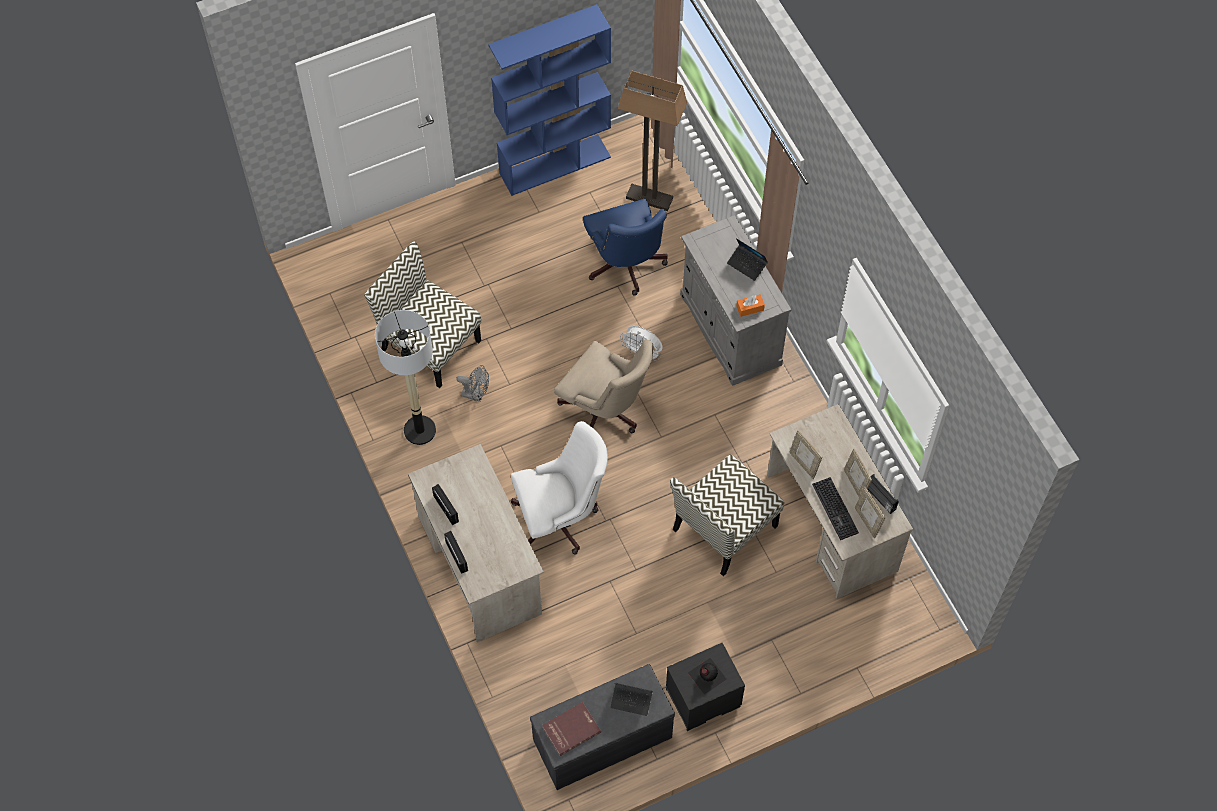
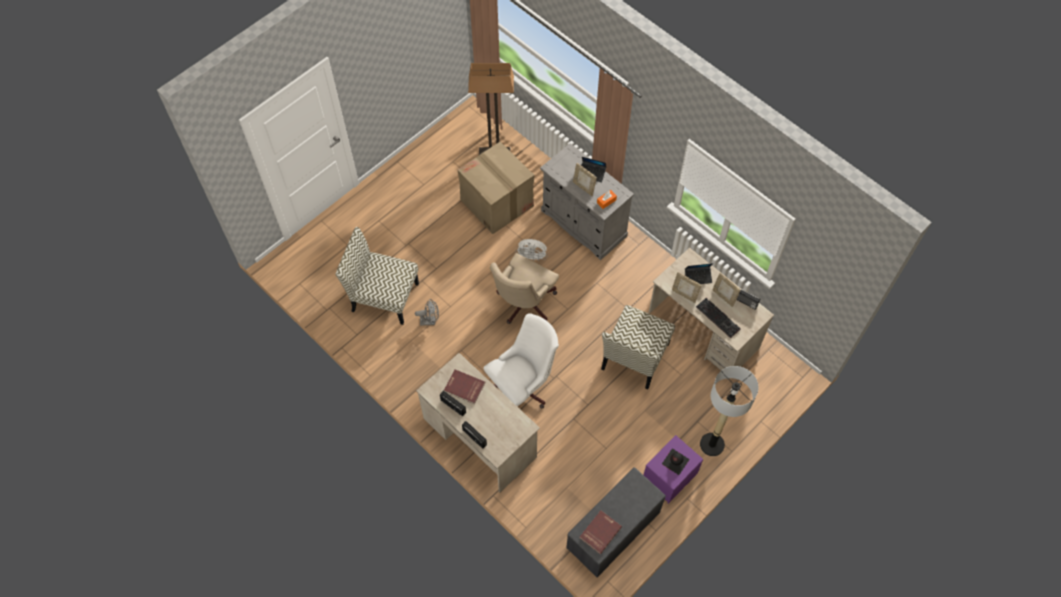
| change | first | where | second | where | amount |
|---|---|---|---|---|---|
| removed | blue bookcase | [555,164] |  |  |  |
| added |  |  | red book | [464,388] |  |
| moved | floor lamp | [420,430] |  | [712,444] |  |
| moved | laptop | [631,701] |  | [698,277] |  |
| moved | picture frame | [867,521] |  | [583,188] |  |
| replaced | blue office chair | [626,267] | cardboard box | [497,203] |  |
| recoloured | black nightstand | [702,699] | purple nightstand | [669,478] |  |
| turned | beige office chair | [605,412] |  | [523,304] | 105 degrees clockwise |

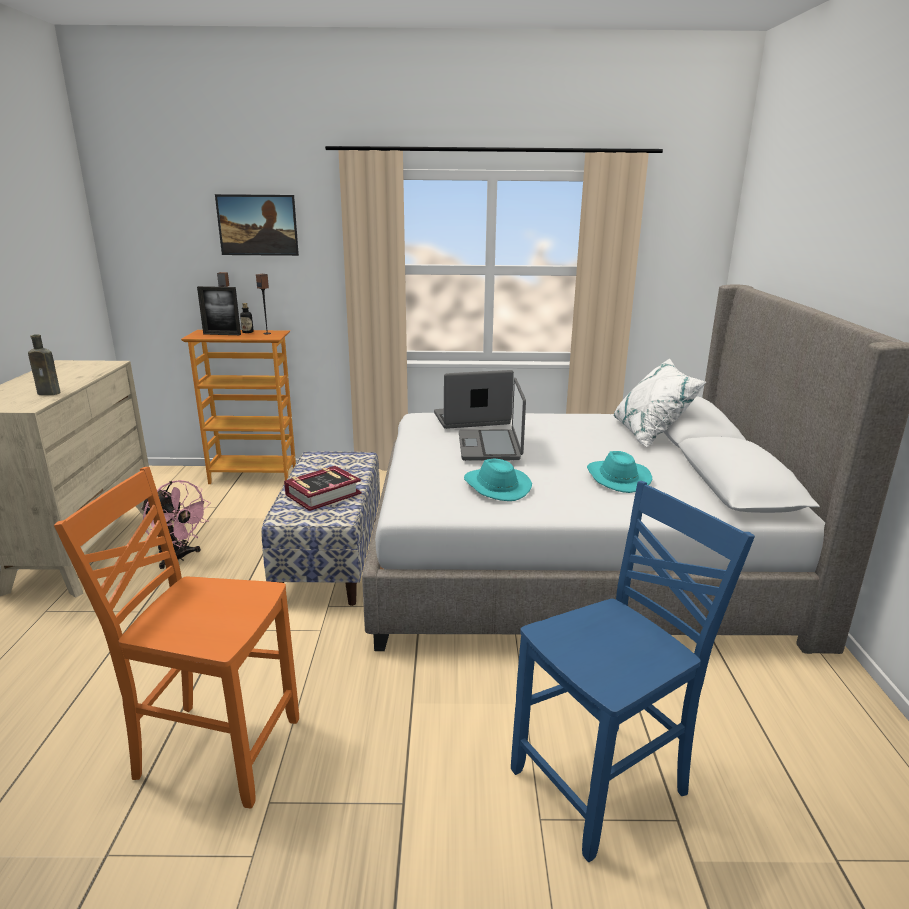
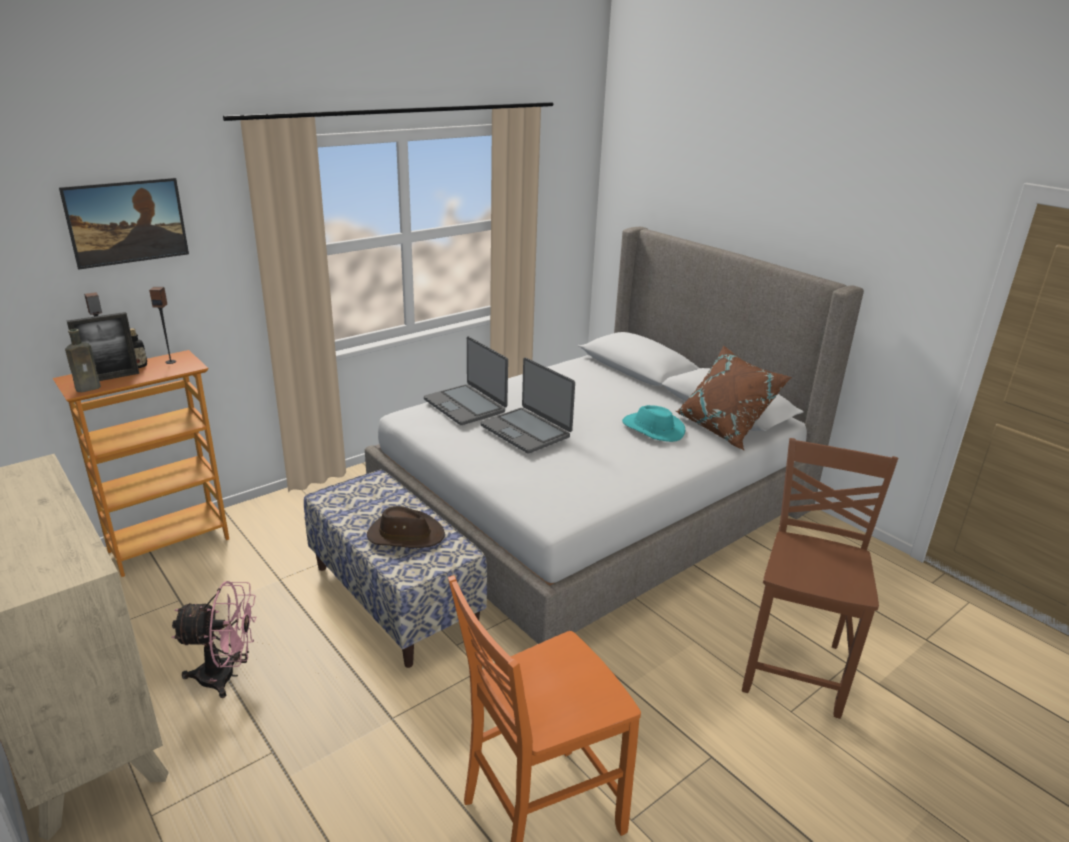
| change | first | where | second | where | amount |
|---|---|---|---|---|---|
| removed | turquoise hat | [495,486] |  |  |  |
| removed | white pillow | [651,434] |  |  |  |
| added |  |  | brown pillow | [725,429] |  |
| moved | brown bottle | [50,393] |  | [90,388] |  |
| replaced | book | [323,494] | brown hat | [405,535] |  |
| recoloured | blue chair | [604,784] | brown chair | [795,667] |  |
| turned | laptop | [472,419] |  | [465,405] | 75 degrees counterclockwise |

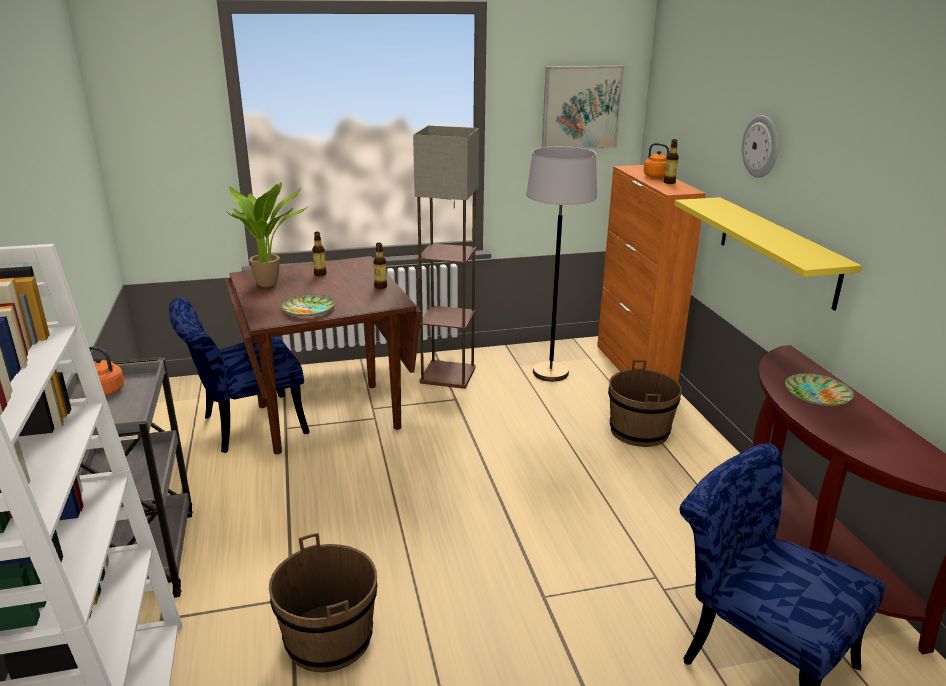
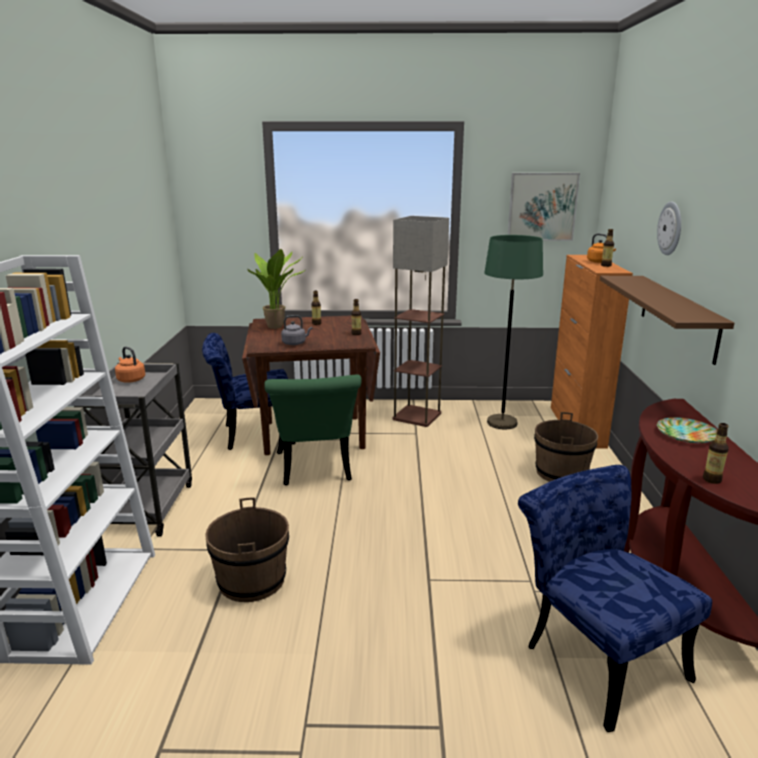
| change | first | where | second | where | amount |
|---|---|---|---|---|---|
| added |  |  | green chair | [315,470] |  |
| added |  |  | bottle | [712,480] |  |
| replaced | plate | [309,309] | grey kettle | [295,343] |  |
| recoloured | grey floor lamp | [550,373] | green floor lamp | [502,423] |  |
| recoloured | yellow shelf | [777,250] | brown shelf | [678,316] |  |

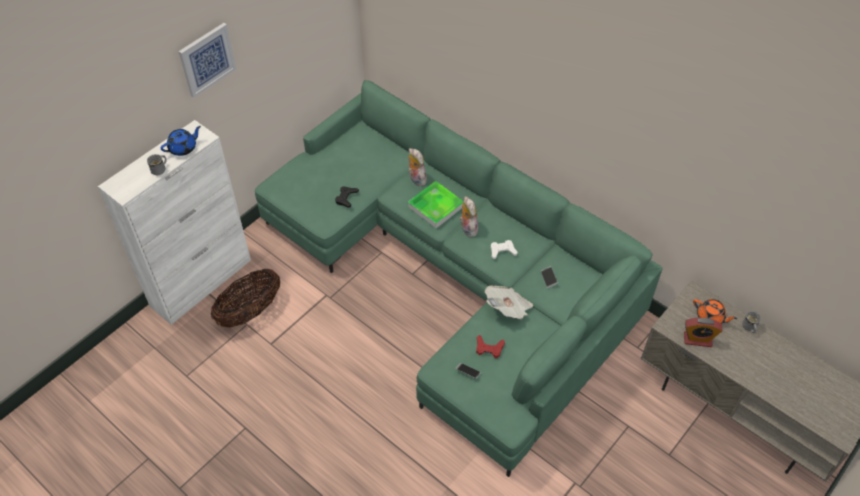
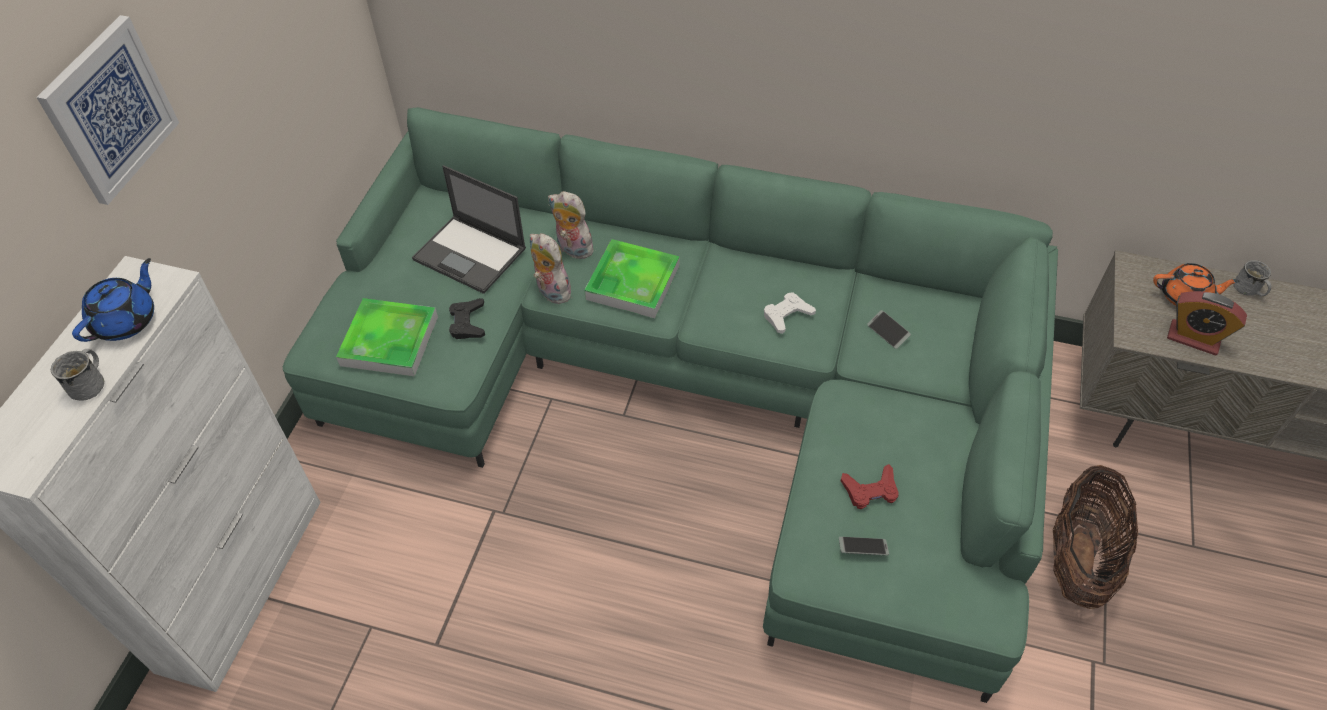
| change | first | where | second | where | amount |
|---|---|---|---|---|---|
| removed | newspaper | [508,309] |  |  |  |
| added |  |  | tray | [389,341] |  |
| added |  |  | laptop | [471,254] |  |
| moved | basket | [250,311] |  | [1078,558] |  |
| moved | plush toy | [467,228] |  | [550,291] |  |
| turned | alarm clock | [697,339] |  | [1193,338] | 45 degrees clockwise |

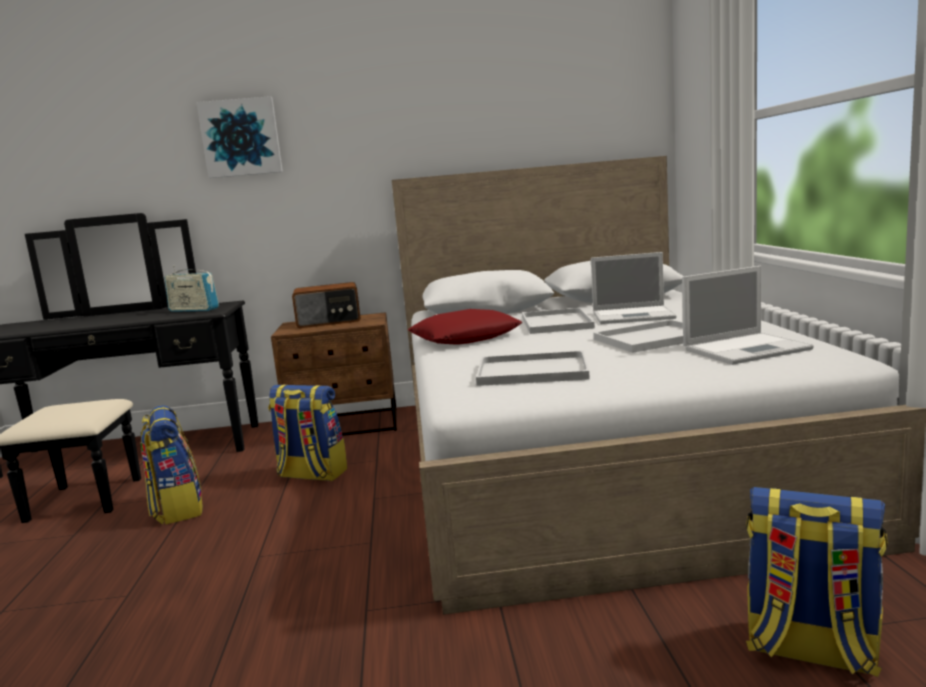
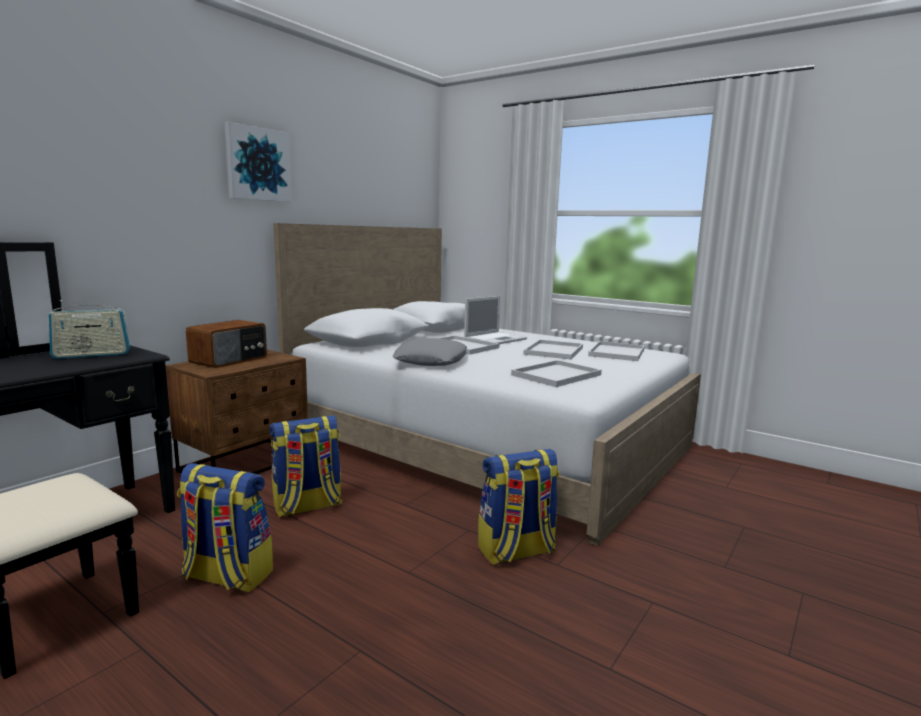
| change | first | where | second | where | amount |
|---|---|---|---|---|---|
| moved | picture | [241,137] |  | [258,164] |  |
| moved | backpack | [810,650] |  | [516,551] |  |
| replaced | laptop | [747,349] | white tray | [616,352] |  |
| recoloured | red pillow | [465,337] | grey pillow | [431,360] |  |

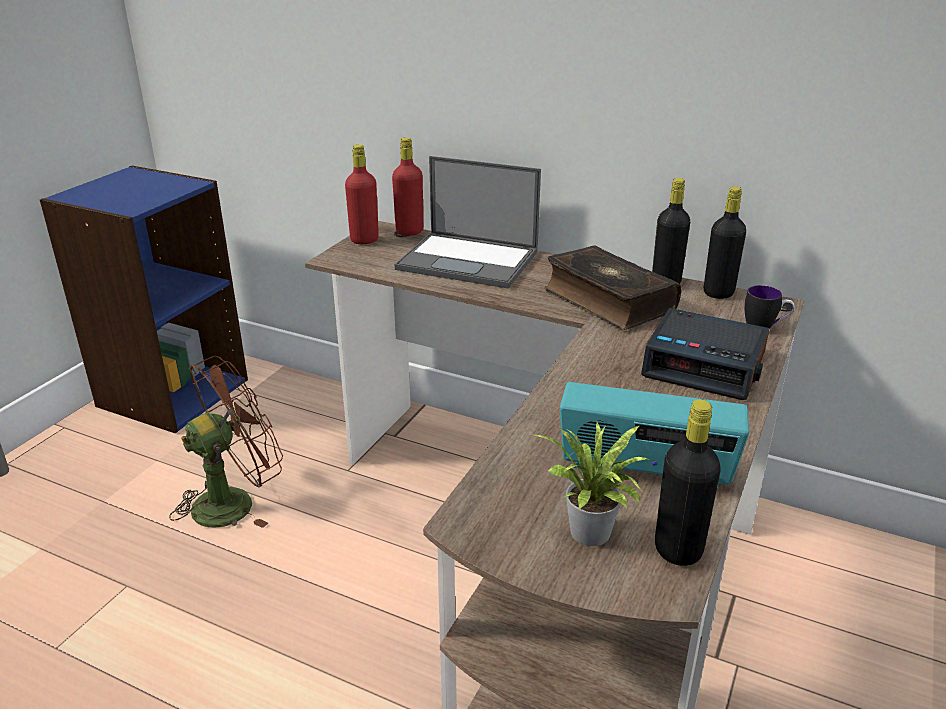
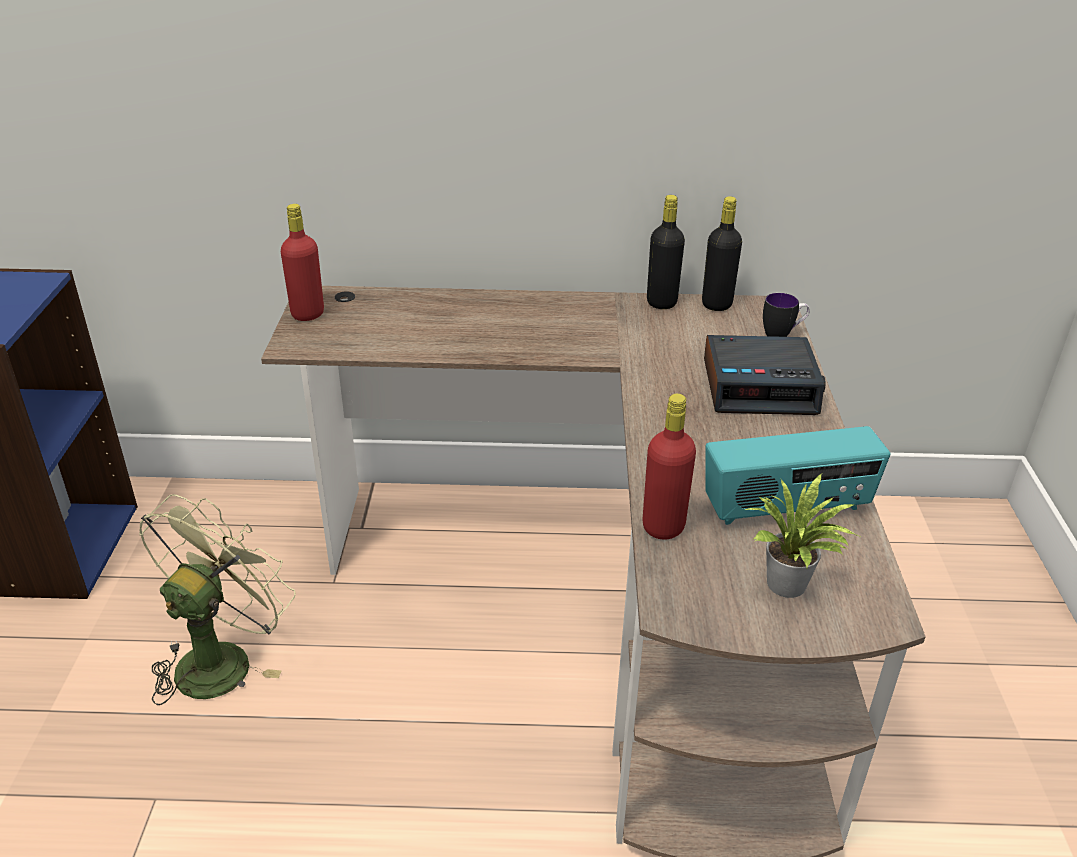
| change | first | where | second | where | amount |
|---|---|---|---|---|---|
| removed | laptop | [470,260] |  |  |  |
| removed | book | [607,301] |  |  |  |
| removed | black bottle | [678,549] |  |  |  |
| moved | red bottle | [409,231] |  | [663,526] |  |
| recoloured | brown fan | [234,501] | green fan | [222,658] |  |

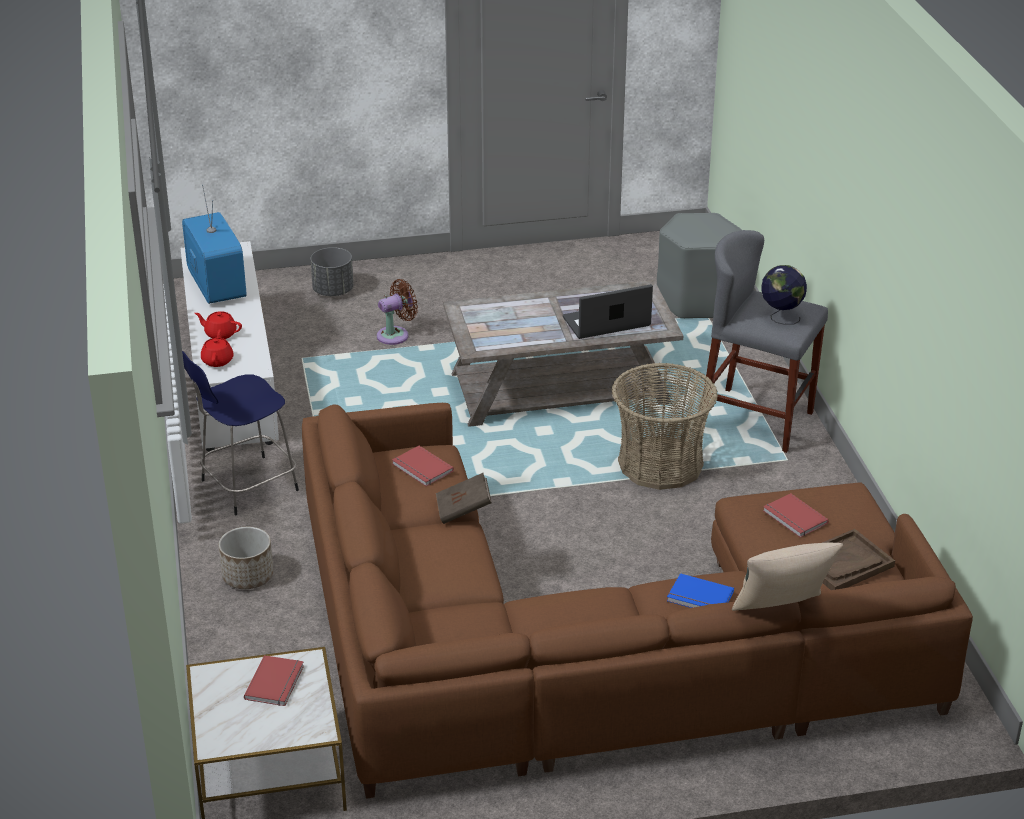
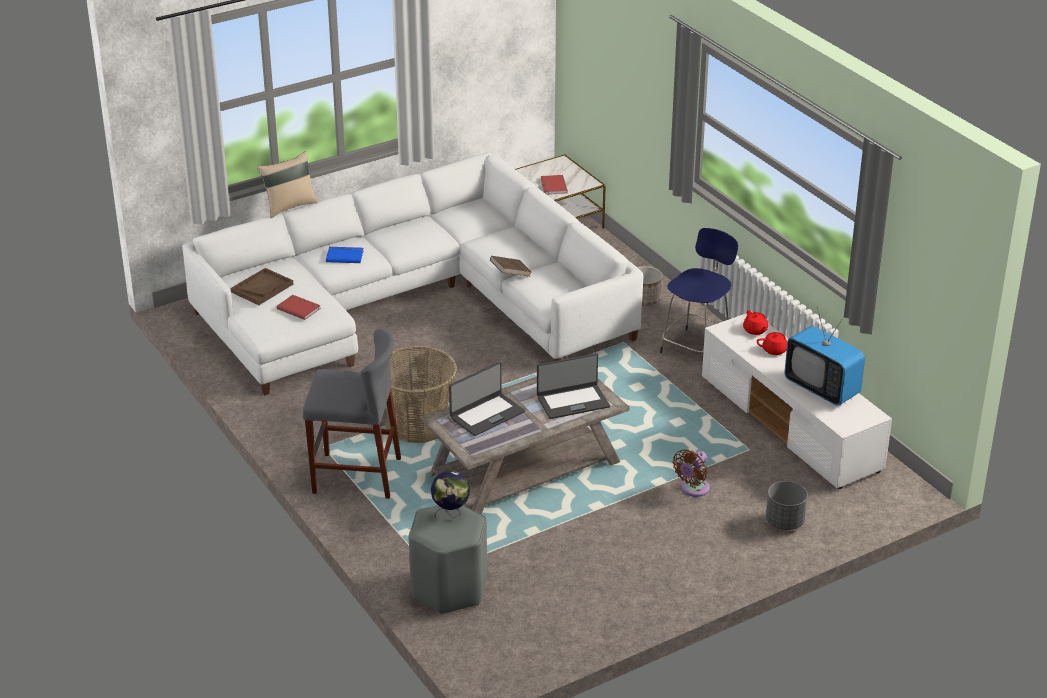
| change | first | where | second | where | amount |
|---|---|---|---|---|---|
| removed | red book | [421,468] |  |  |  |
| added |  |  | laptop | [572,401] |  |
| moved | globe | [781,317] |  | [451,514] |  |
| recoloured | brown sofa | [588,650] | white sofa | [414,303] |  |

